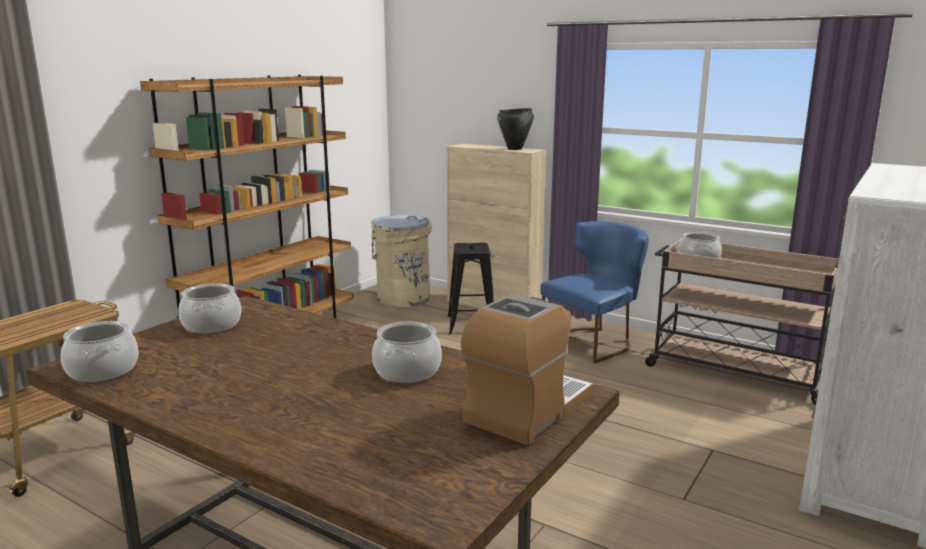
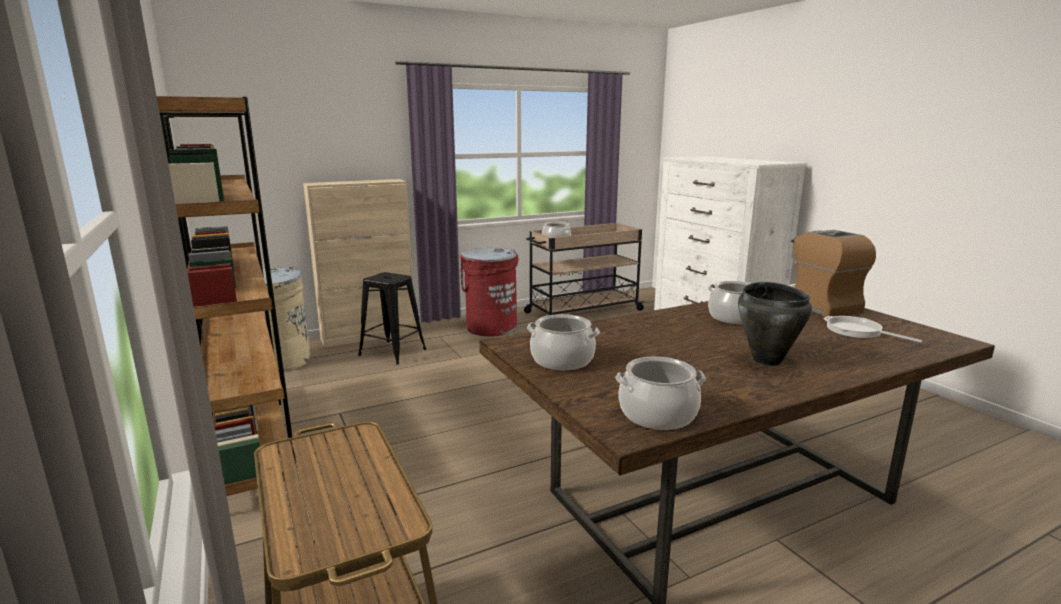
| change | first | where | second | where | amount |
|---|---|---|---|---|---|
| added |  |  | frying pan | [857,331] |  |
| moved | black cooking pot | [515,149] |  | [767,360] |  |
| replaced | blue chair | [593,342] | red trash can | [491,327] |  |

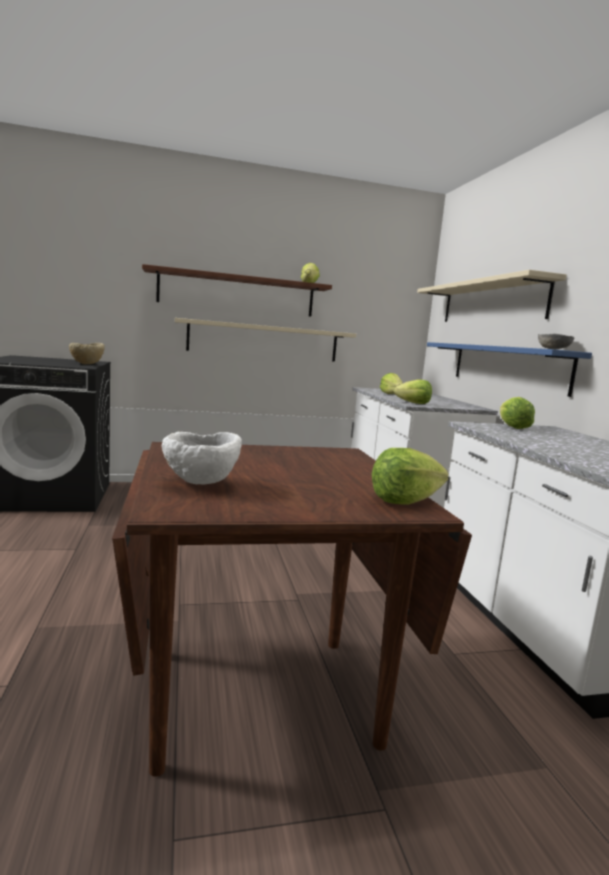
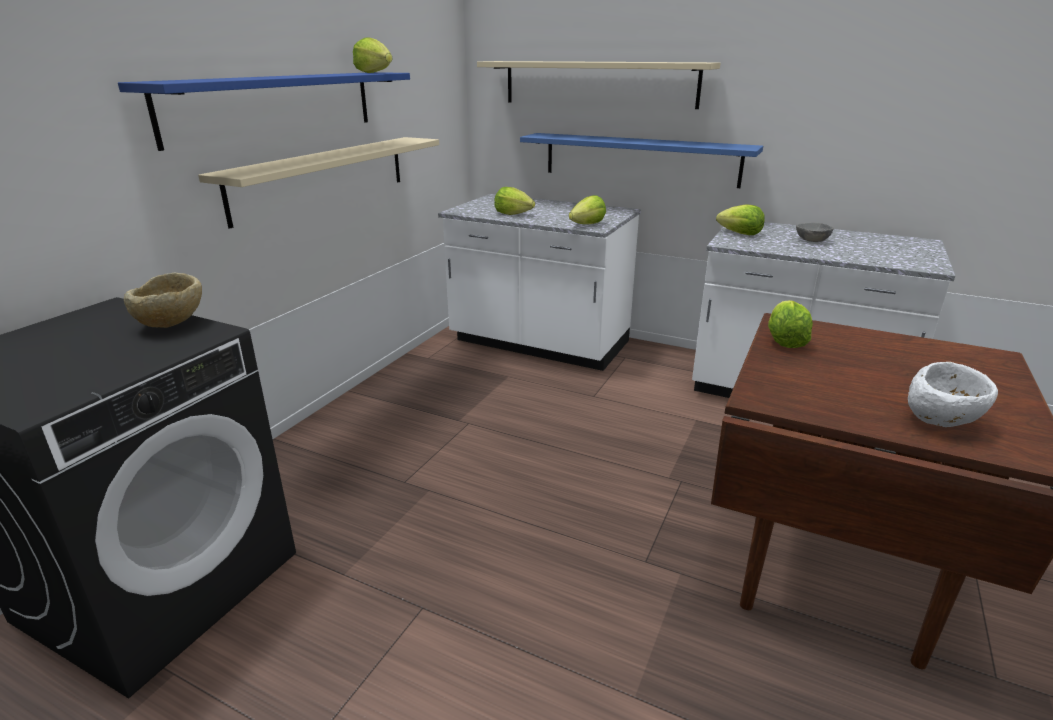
| change | first | where | second | where | amount |
|---|---|---|---|---|---|
| moved | lettuce | [404,500] |  | [784,340] |  |
| moved | grey bowl | [553,349] |  | [812,240] |  |
| recoloured | brown shelf | [237,293] | blue shelf | [275,105] |  |

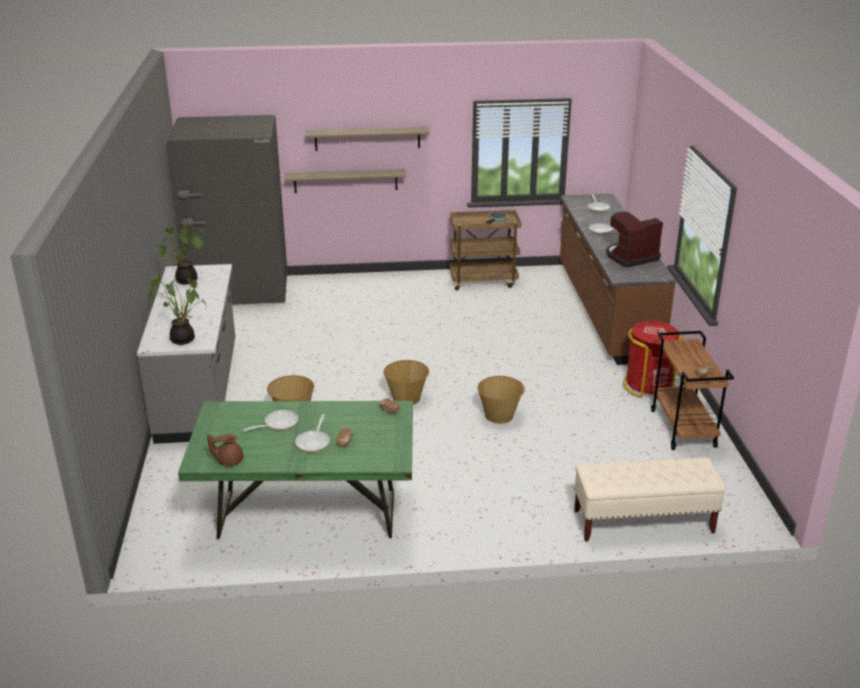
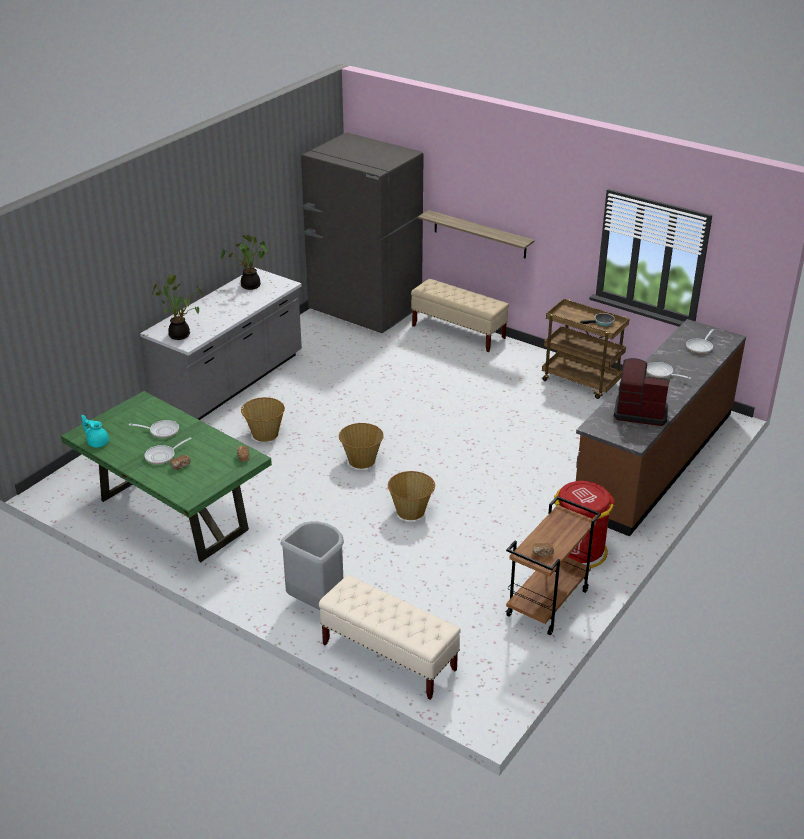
| change | first | where | second | where | amount |
|---|---|---|---|---|---|
| removed | shelf | [367,138] |  |  |  |
| added |  |  | grey trash can | [317,601] |  |
| added |  |  | beige bench | [458,332] |  |
| recoloured | brown teapot | [229,460] | turquoise teapot | [97,442] |  |

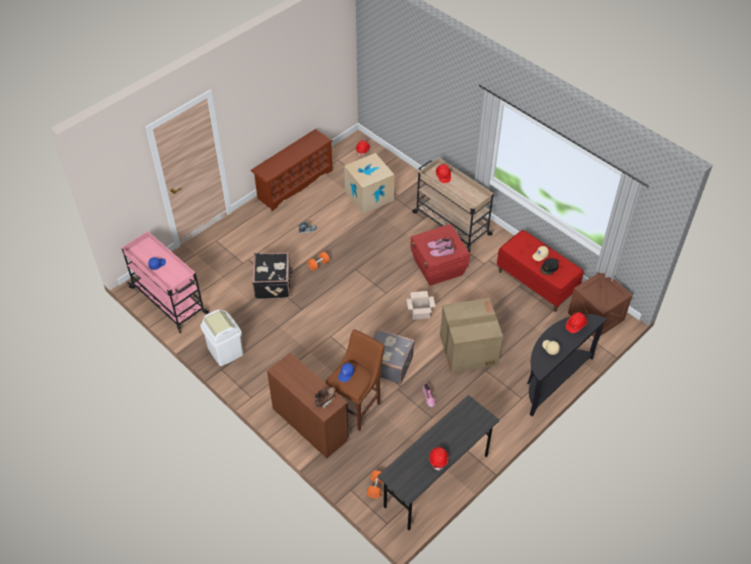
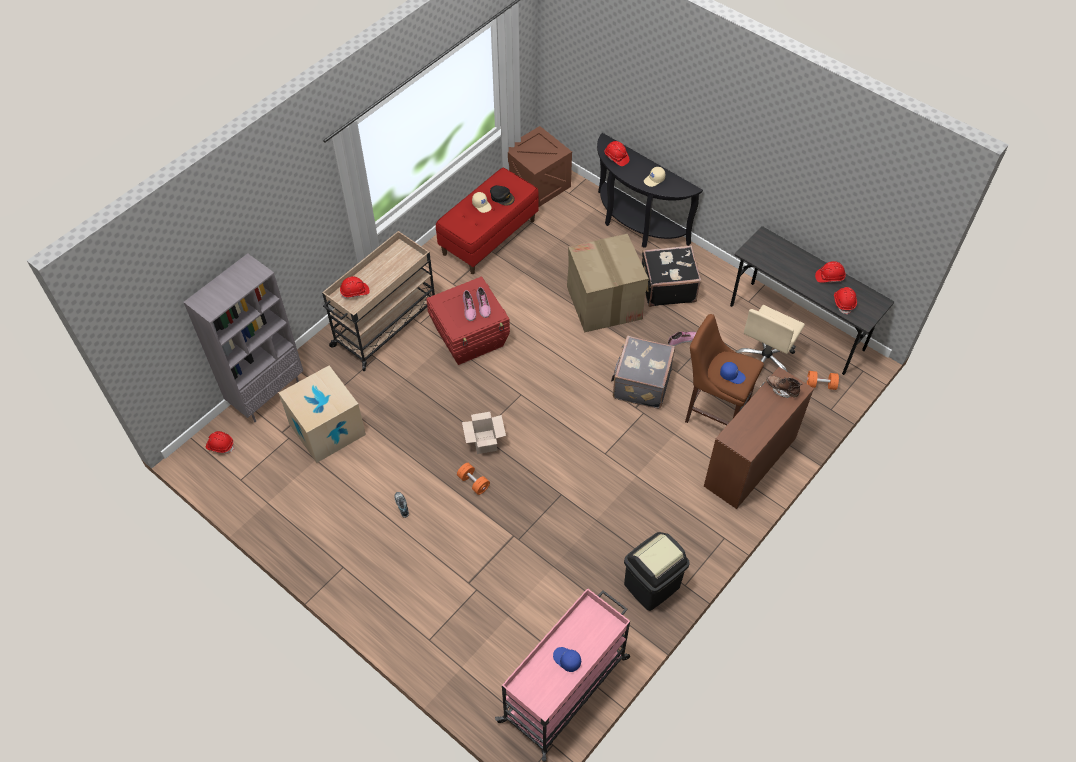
| change | first | where | second | where | amount |
|---|---|---|---|---|---|
| removed | brown shoe rack | [294,184] |  |  |  |
| added |  |  | grey bookcase | [267,394] |  |
| added |  |  | beige office chair | [764,362] |  |
| added |  |  | red hard hat | [843,302] |  |
| moved | black suitcase | [273,284] |  | [667,287] |  |
| moved | cardboard box | [420,313] |  | [484,441] |  |
| recoloured | white trash can | [225,351] | black trash can | [652,586] |  |

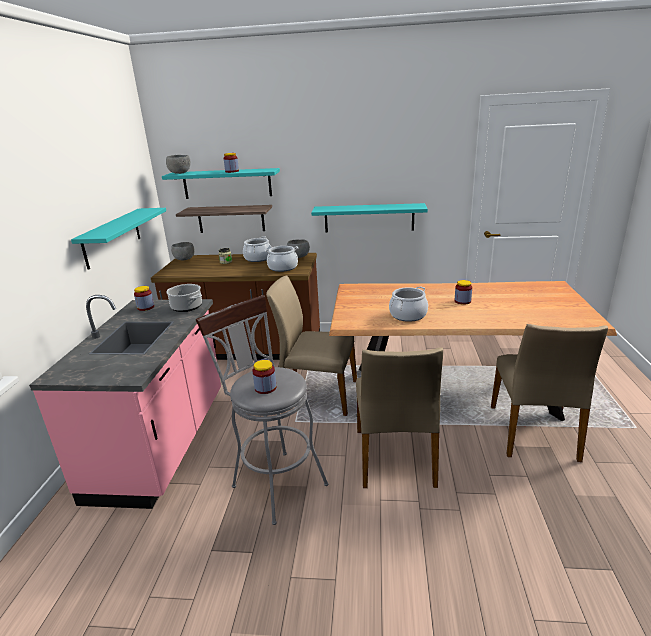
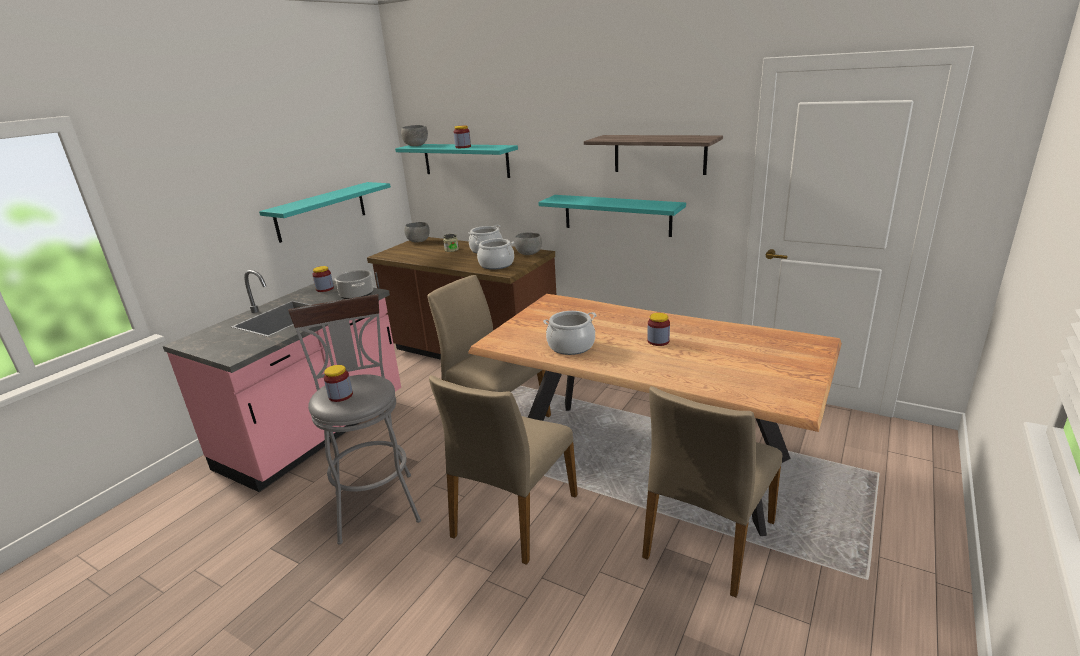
| change | first | where | second | where | amount |
|---|---|---|---|---|---|
| moved | shelf | [231,219] |  | [659,154] |  |

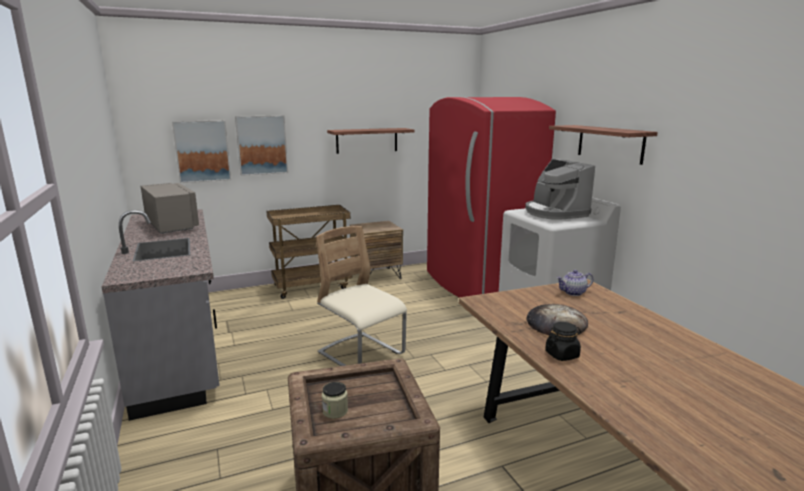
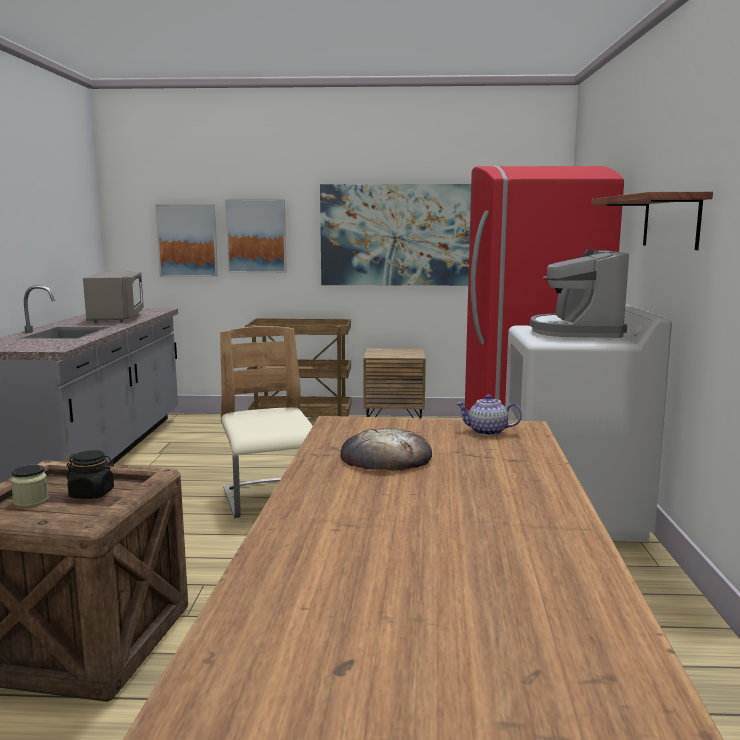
| change | first | where | second | where | amount |
|---|---|---|---|---|---|
| moved | black jar | [562,355] |  | [92,494] |  |
| replaced | shelf | [367,140] | picture | [395,235] |  |

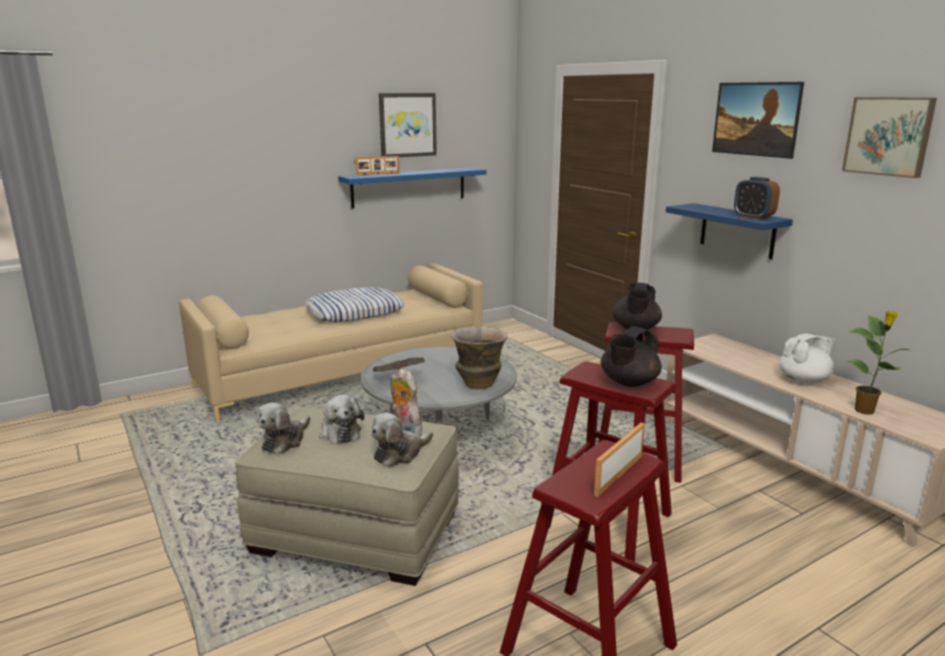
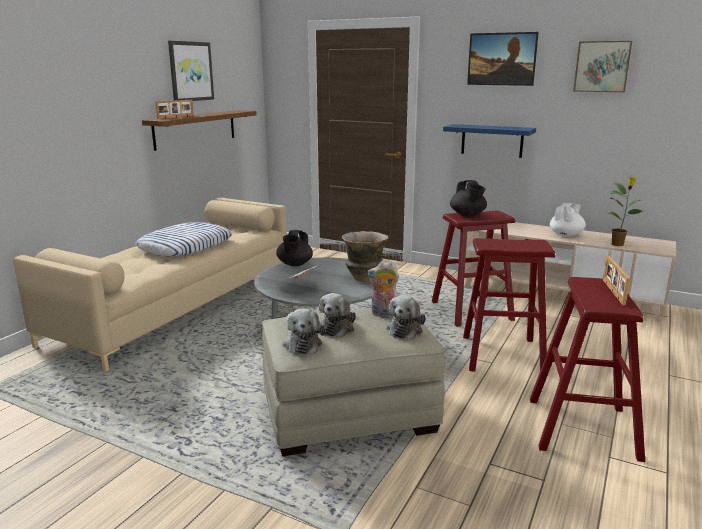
| change | first | where | second | where | amount |
|---|---|---|---|---|---|
| removed | alarm clock | [753,217] |  |  |  |
| moved | black teapot | [628,382] |  | [294,264] |  |
| recoloured | blue shelf | [409,187] | brown shelf | [195,129] |  |
| turned | plush toy | [339,432] |  | [337,327] | 75 degrees clockwise |

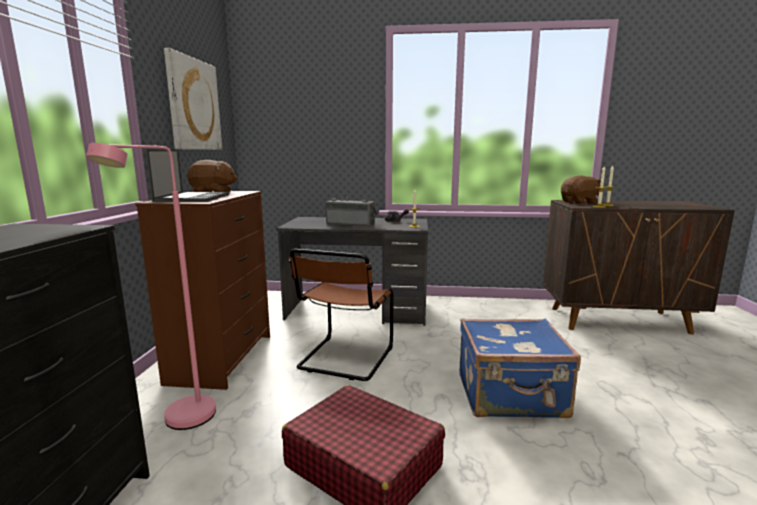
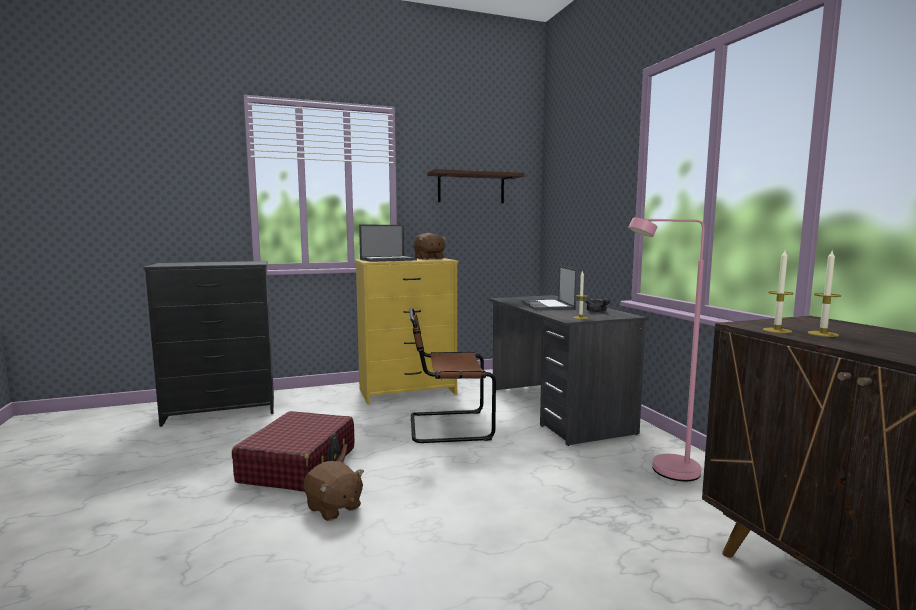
| change | first | where | second | where | amount |
|---|---|---|---|---|---|
| removed | blue suitcase | [511,396] |  |  |  |
| moved | pink floor lamp | [181,423] |  | [664,471] |  |
| moved | brown plush toy | [579,202] |  | [333,508] |  |
| replaced | picture | [193,105] | shelf | [471,188] |  |
| replaced | radio | [351,224] | laptop | [548,306] |  |
| recoloured | brown dresser | [222,358] | yellow dresser | [407,392] |  |

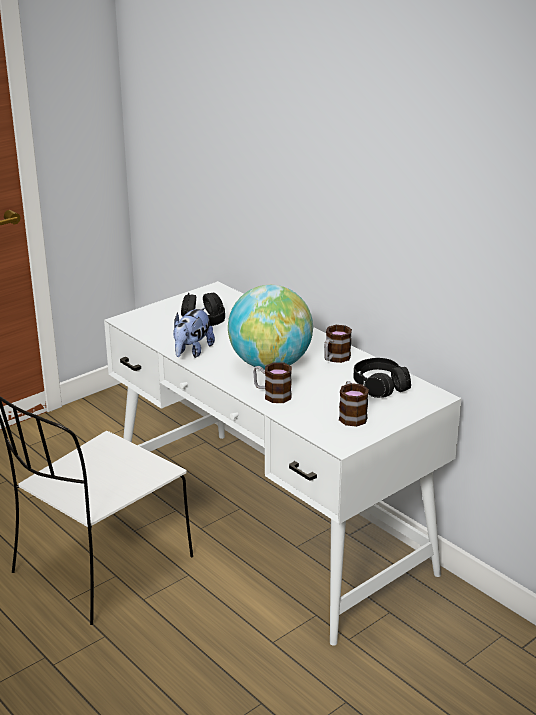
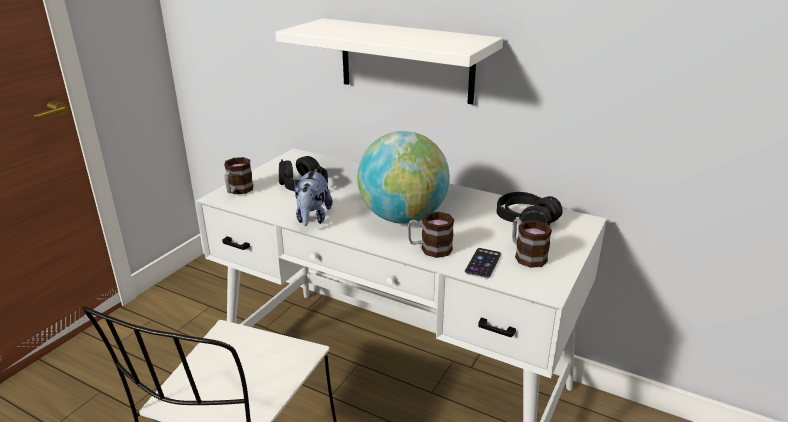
| change | first | where | second | where | amount |
|---|---|---|---|---|---|
| added |  |  | white shelf | [406,61] |  |
| added |  |  | phone | [483,263] |  |
| moved | mug | [334,359] |  | [238,191] |  |

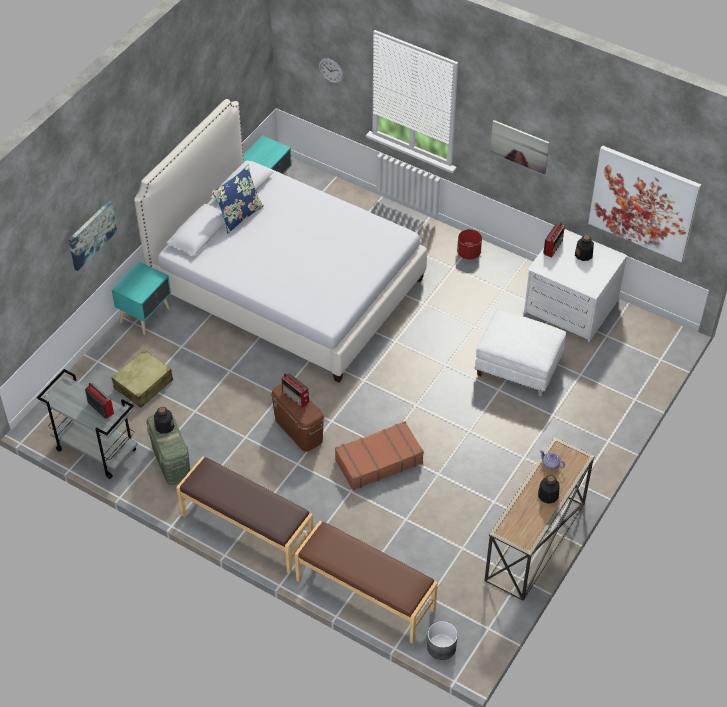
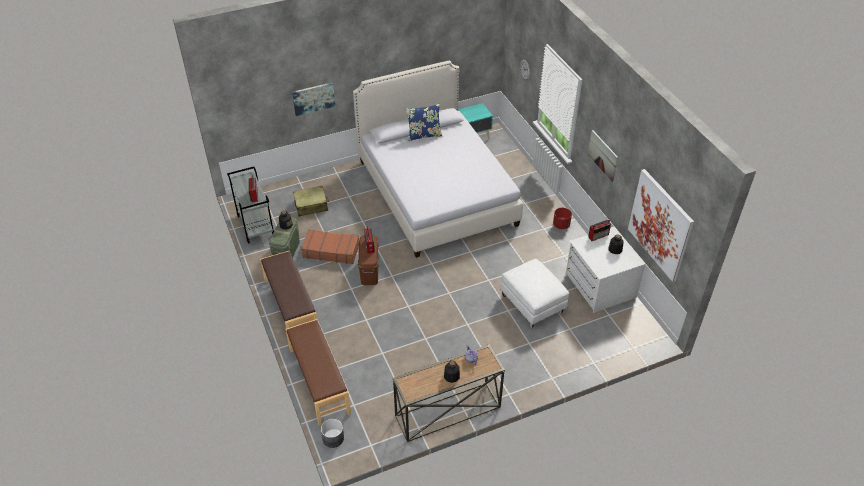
| change | first | where | second | where | amount |
|---|---|---|---|---|---|
| removed | turquoise nightstand | [146,315] |  |  |  |
| moved | brown suitcase | [378,461] |  | [331,251] |  |

